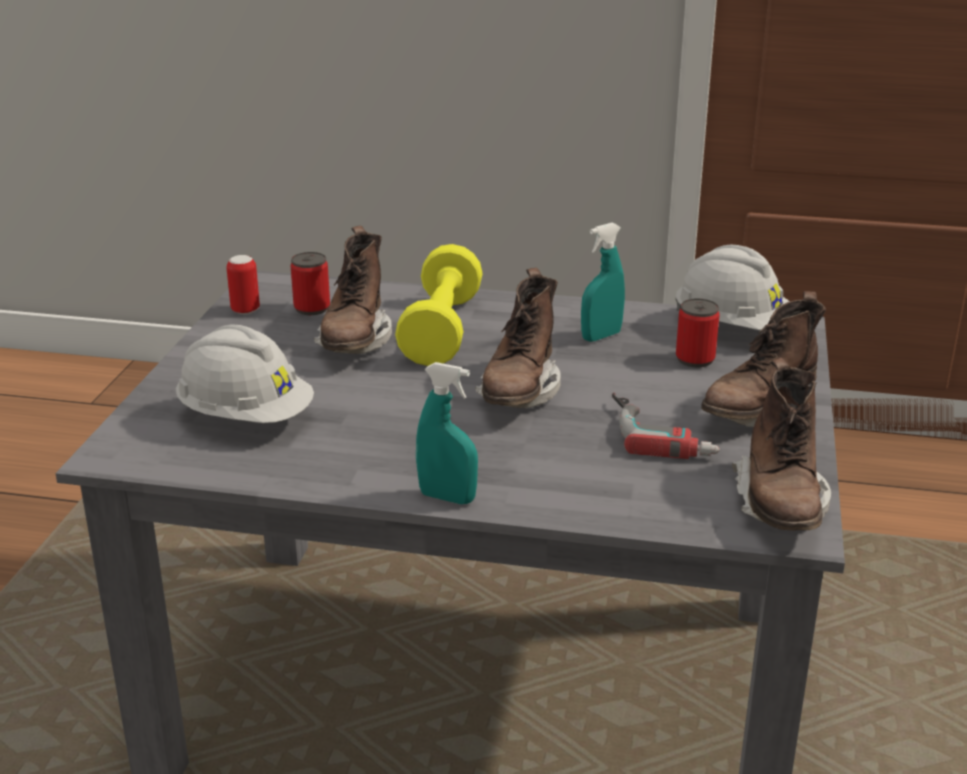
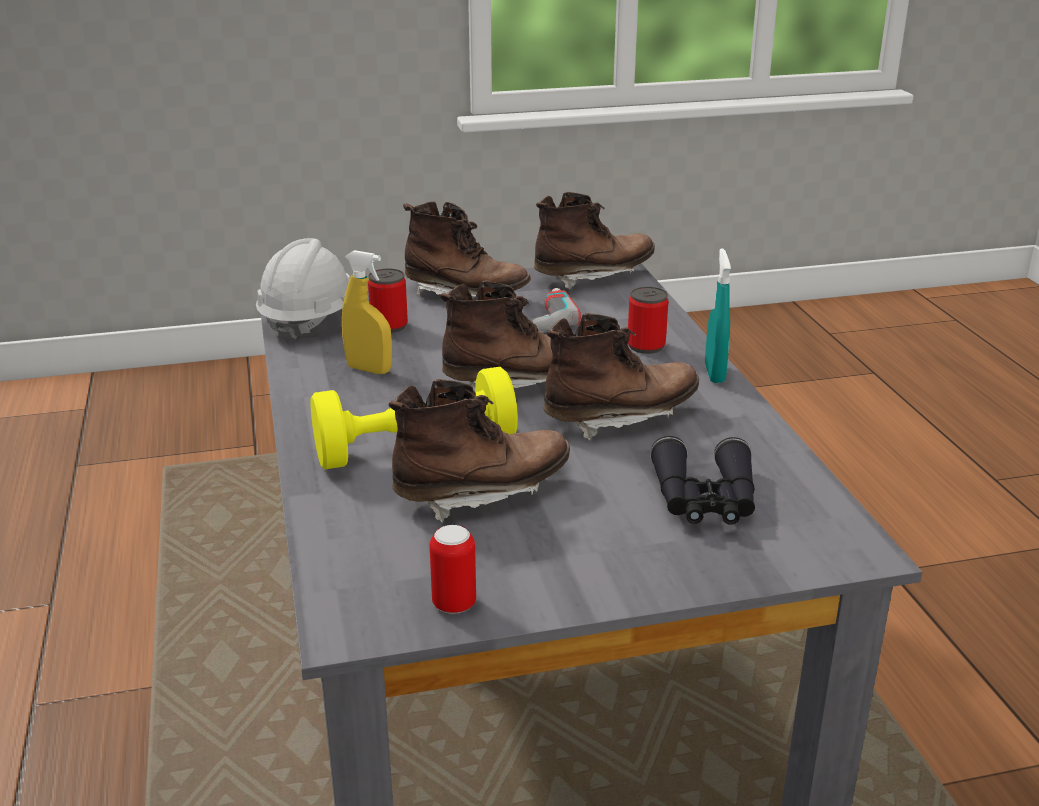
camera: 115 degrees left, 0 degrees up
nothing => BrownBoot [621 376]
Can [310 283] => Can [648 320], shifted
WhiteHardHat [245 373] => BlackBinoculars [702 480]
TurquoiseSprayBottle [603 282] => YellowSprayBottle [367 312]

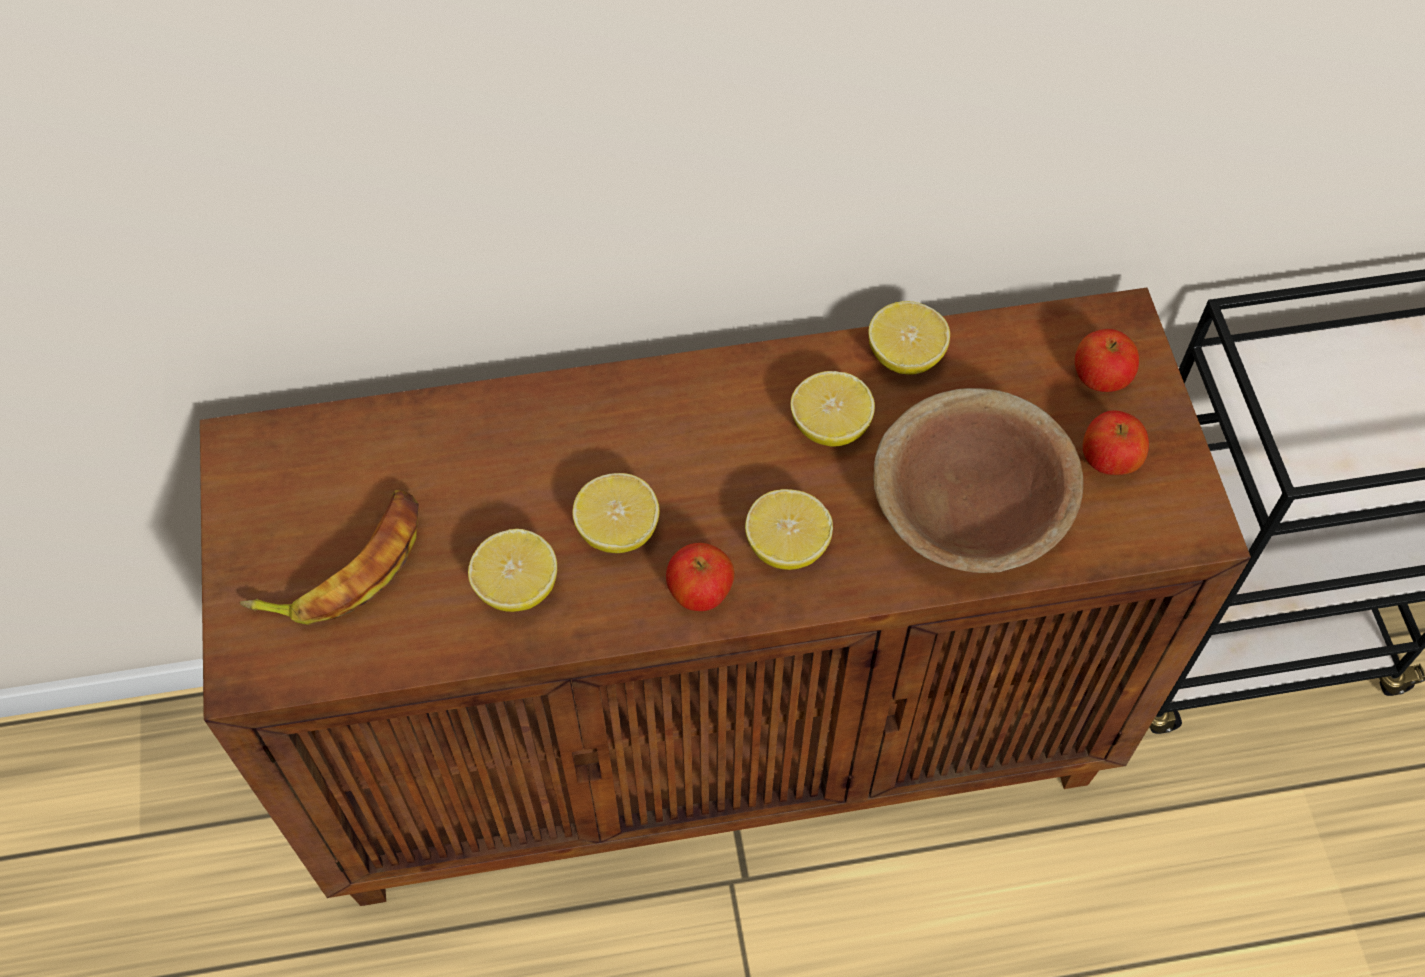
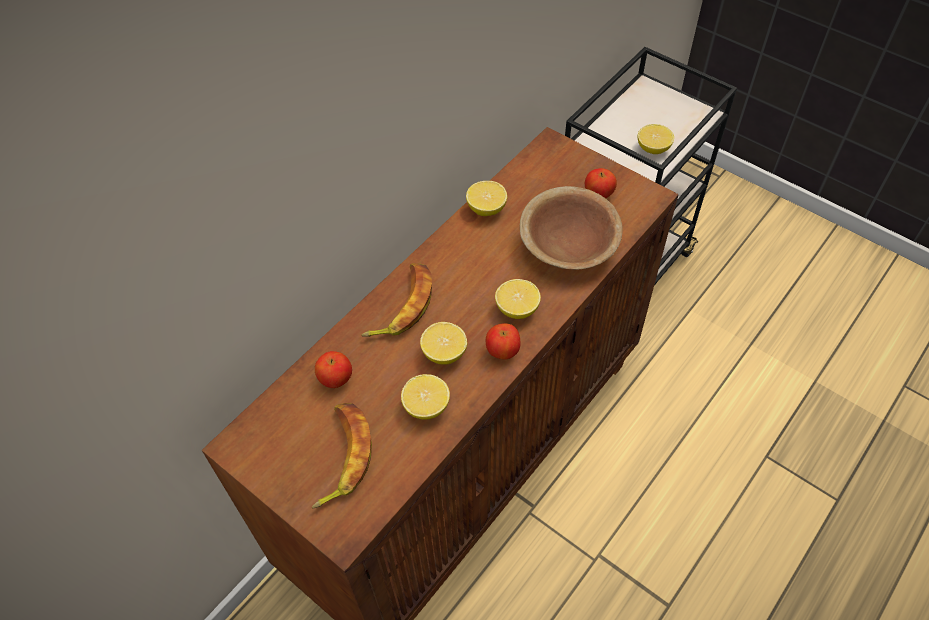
camera: 40 degrees left, 5 degrees down
nothing => Banana [396 300]
Lemon [833 409] => Lemon [656 139], shifted
Apple [1107 360] => Apple [333 369], shifted

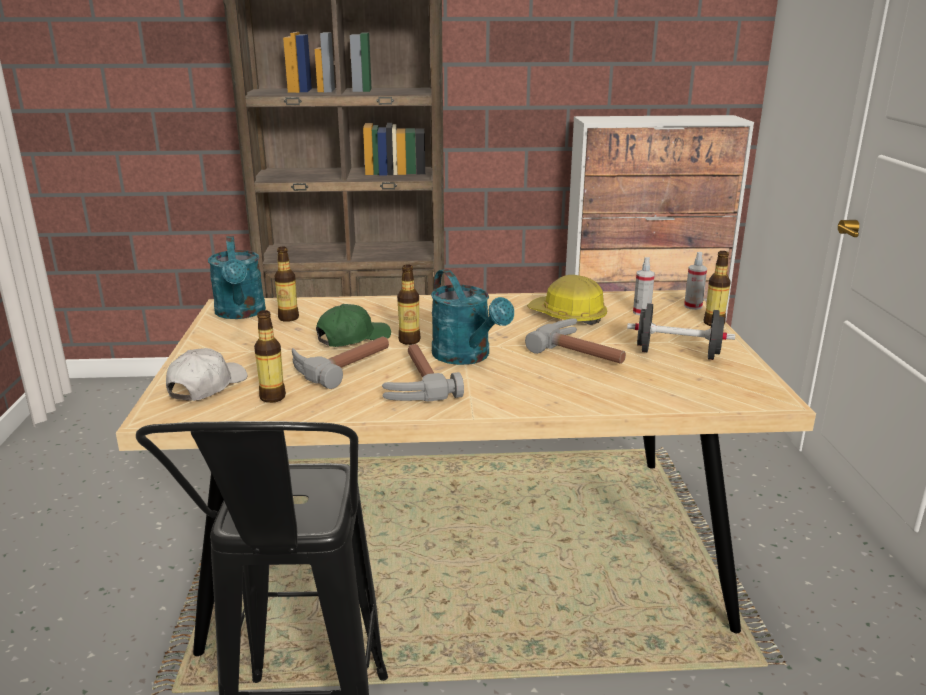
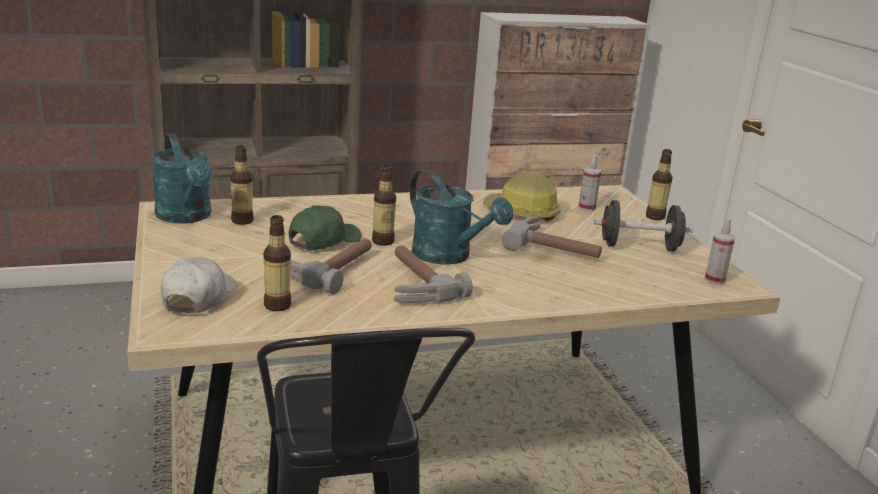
camera: 15 degrees left, 0 degrees up
SprayBottle [695 281] => SprayBottle [719 251], shifted

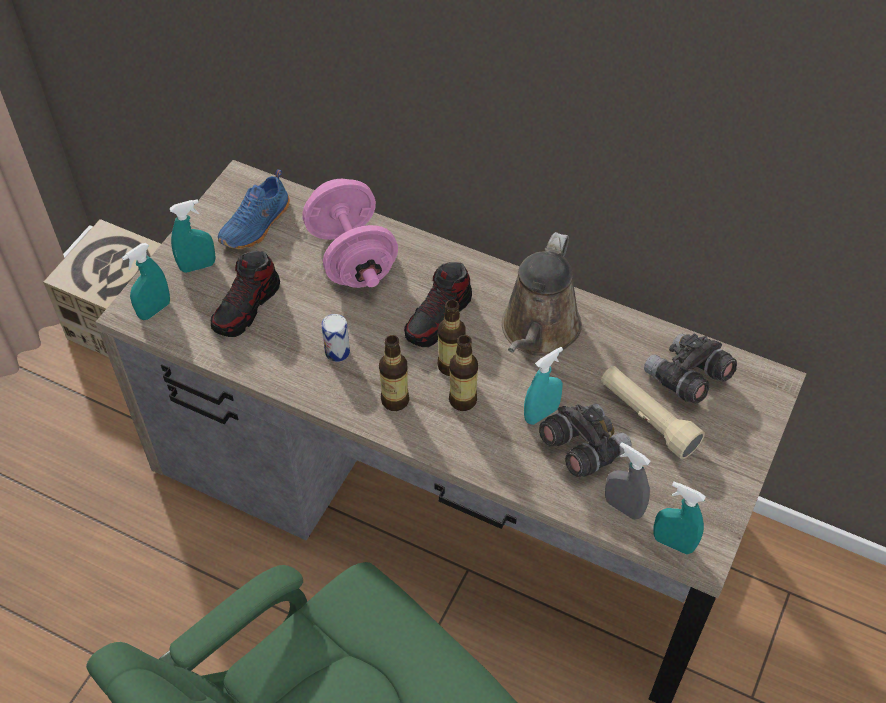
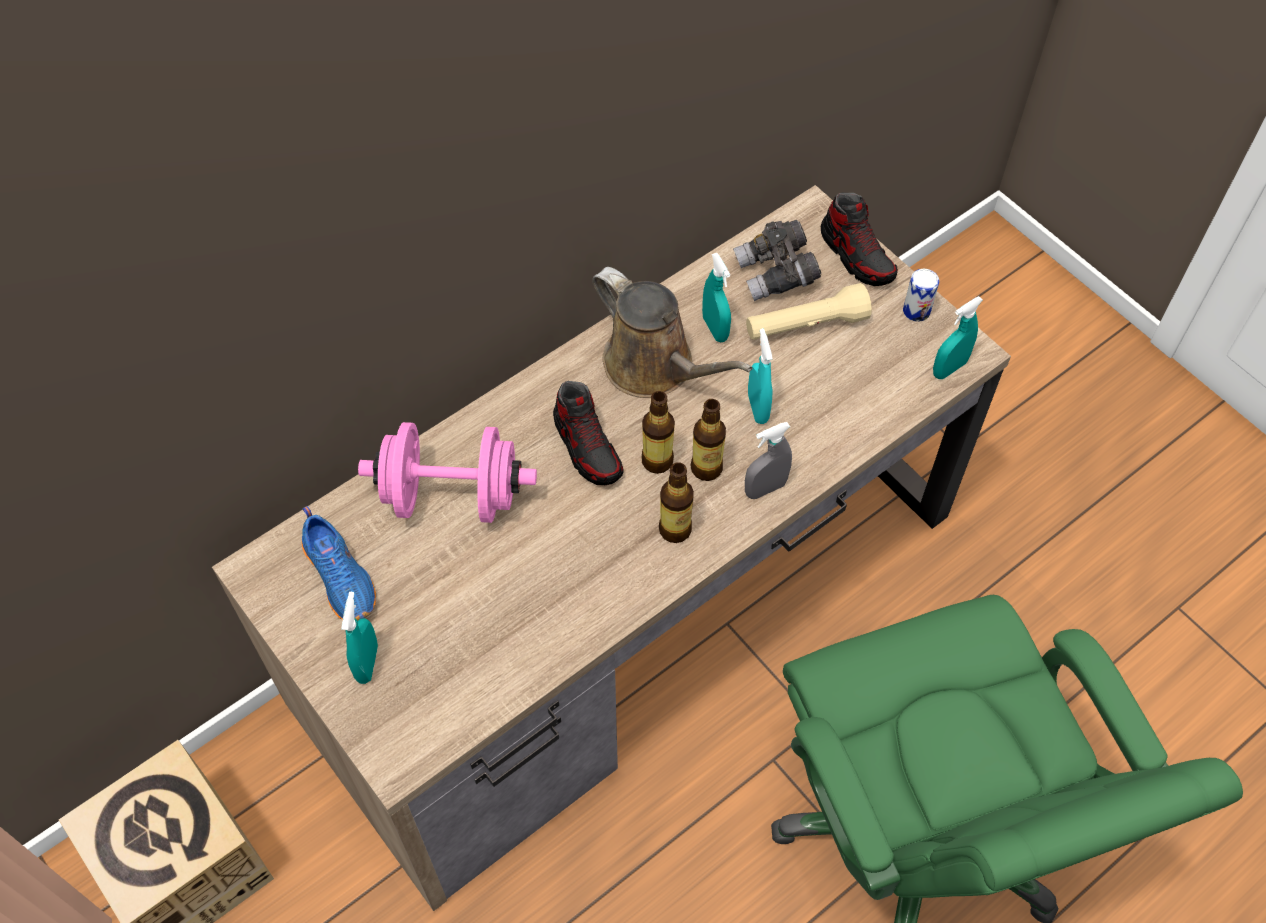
camera: 65 degrees left, 5 degrees up
GreyBinoculars [585 440] => nothing
TurquoiseSprayBottle [146 281] => TurquoiseSprayBottle [716 297], shifted
Shoe [245 294] => Shoe [859 239], shifted
Can [335 338] => Can [921 295], shifted
GreySprayBottle [628 481] => GreySprayBottle [768 460], shifted

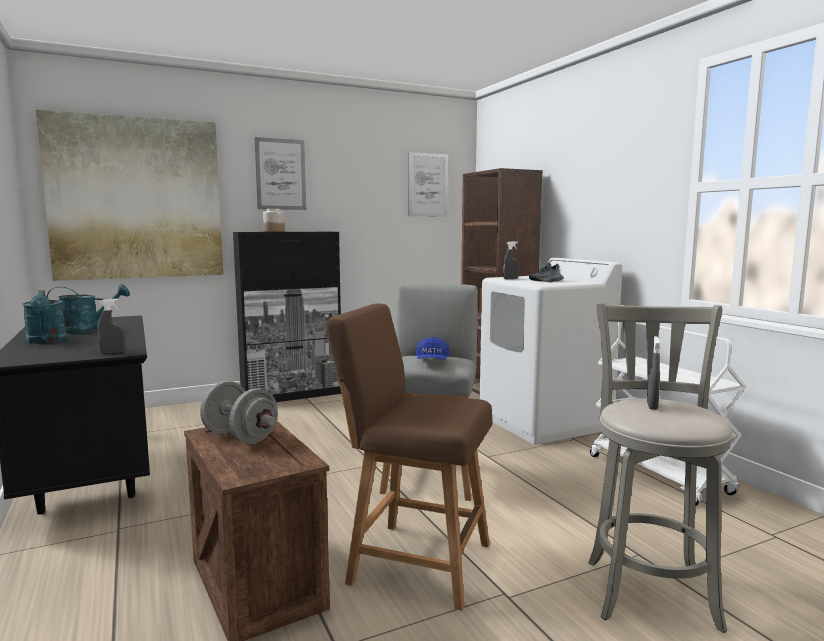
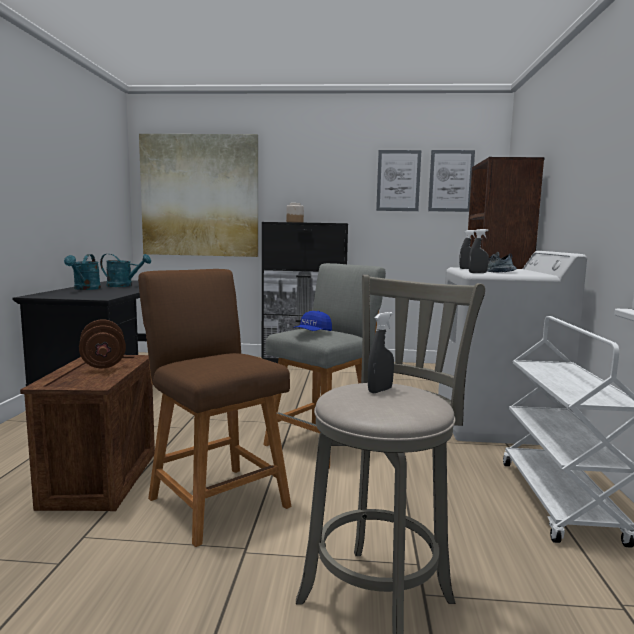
camera: 30 degrees right, 0 degrees up
GreySprayBottle [111 326] => GreySprayBottle [479 251], shifted
Picture [280 173] => Picture [398 180], shifted
GreyDumbbell [239 412] => BrownDumbbell [102 343]

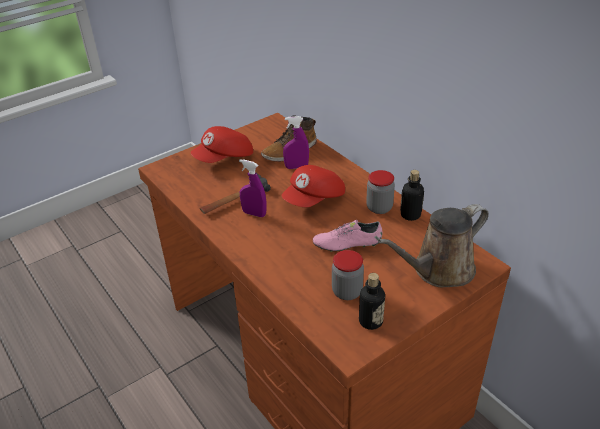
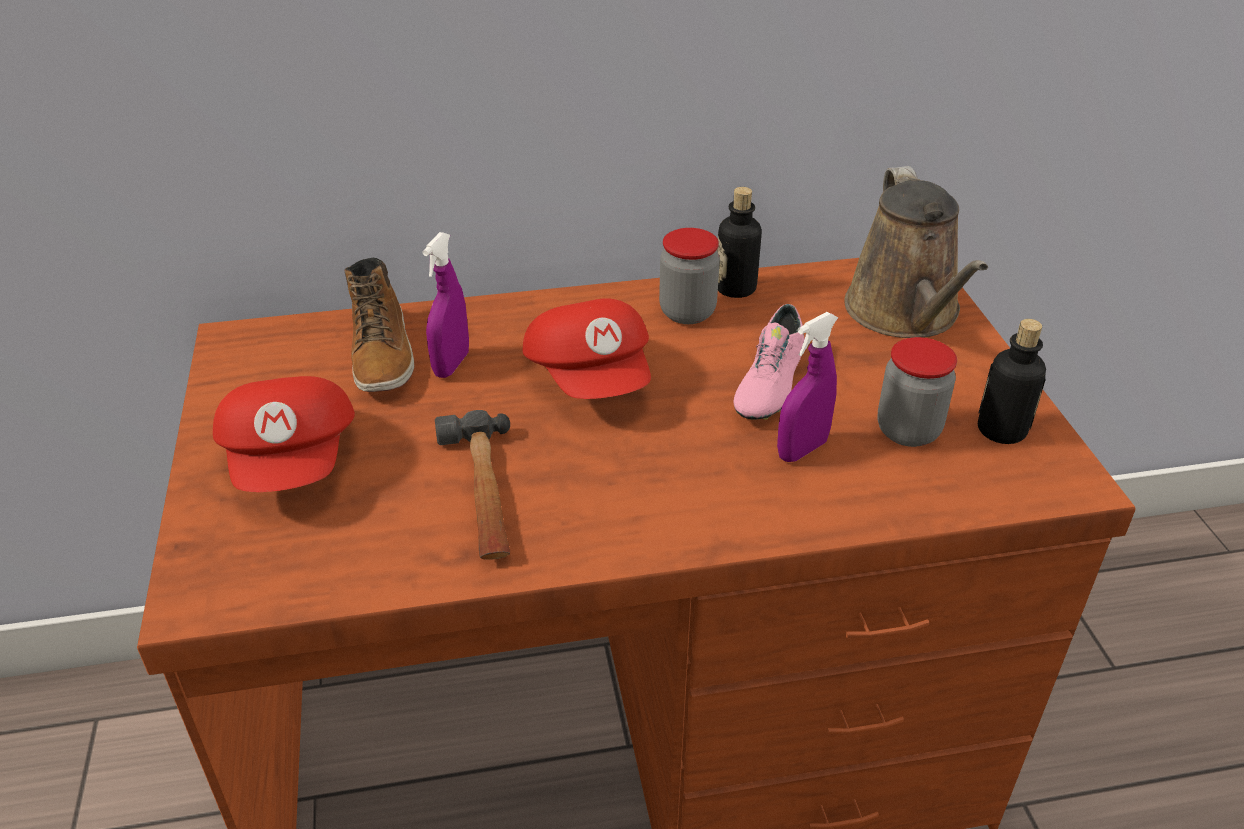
camera: 65 degrees left, 0 degrees up
PurpleSprayBottle [253 188] => PurpleSprayBottle [807 387], shifted

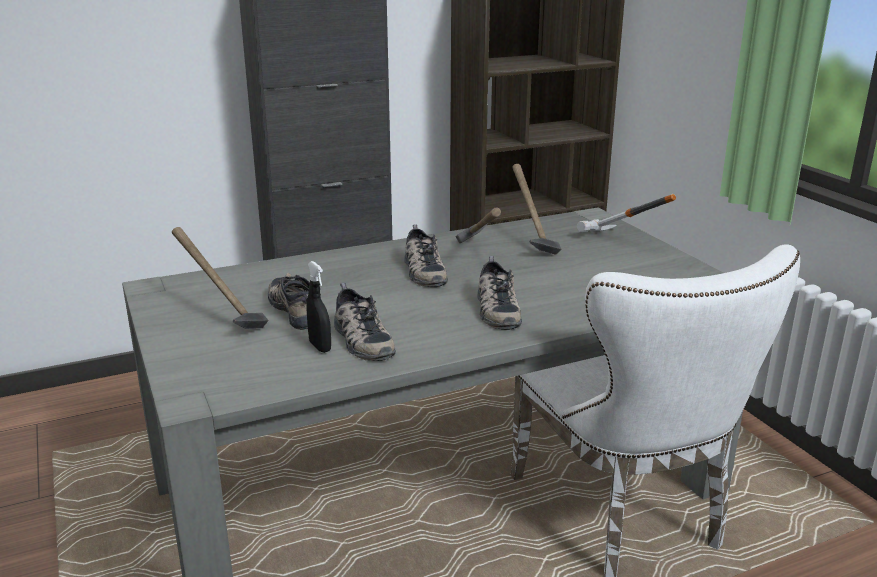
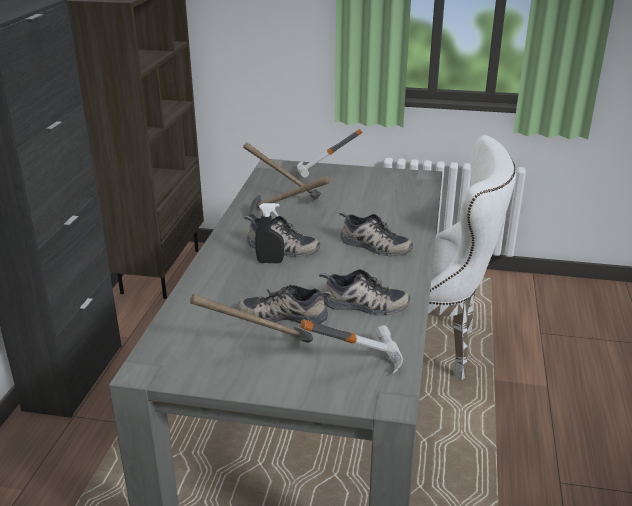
camera: 55 degrees left, 5 degrees up
nothing => Hammer [352 346]
BlackSprayBottle [319 307] => BlackSprayBottle [269 233], shifted

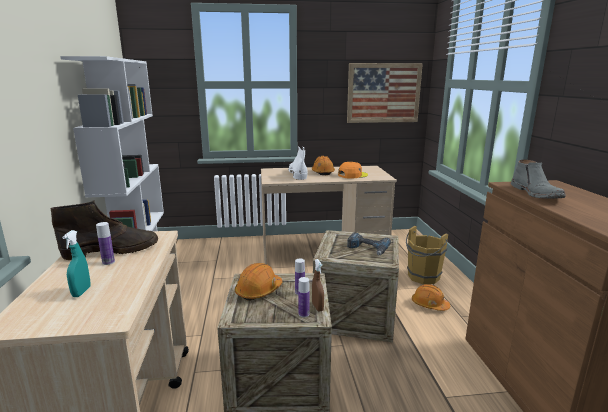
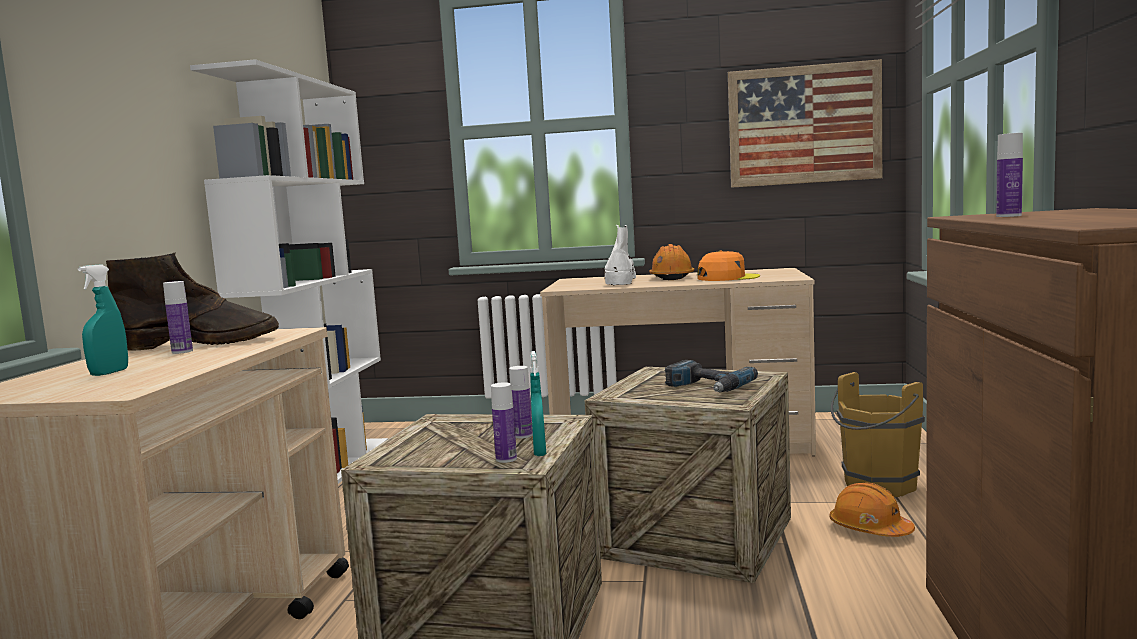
camera: 15 degrees right, 10 degrees down
OrangeHardHat [258 282] => nothing
GreyBoot [538 179] => Bottle [1009 175]
BrownSprayBottle [318 285] => TurquoiseSprayBottle [538 403]

